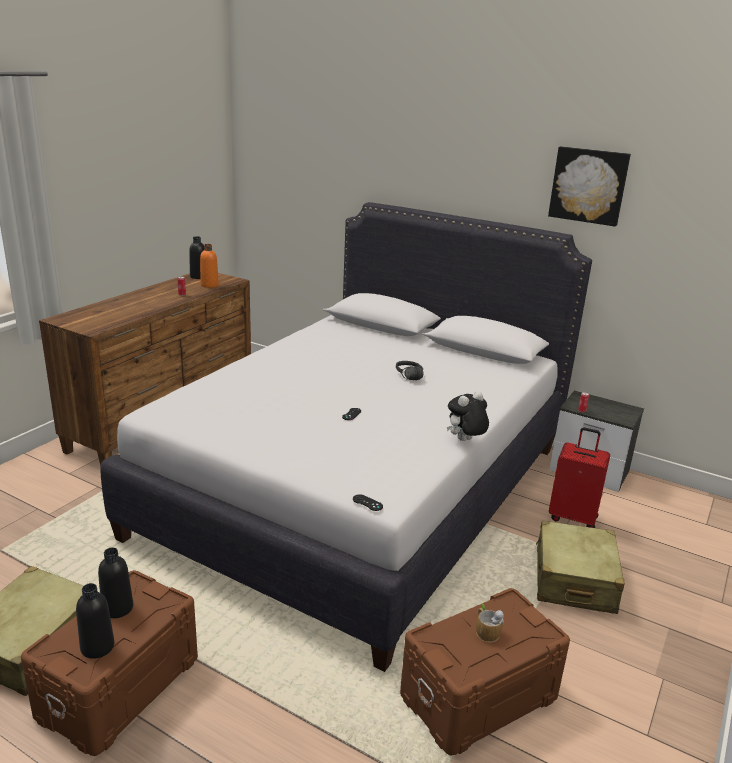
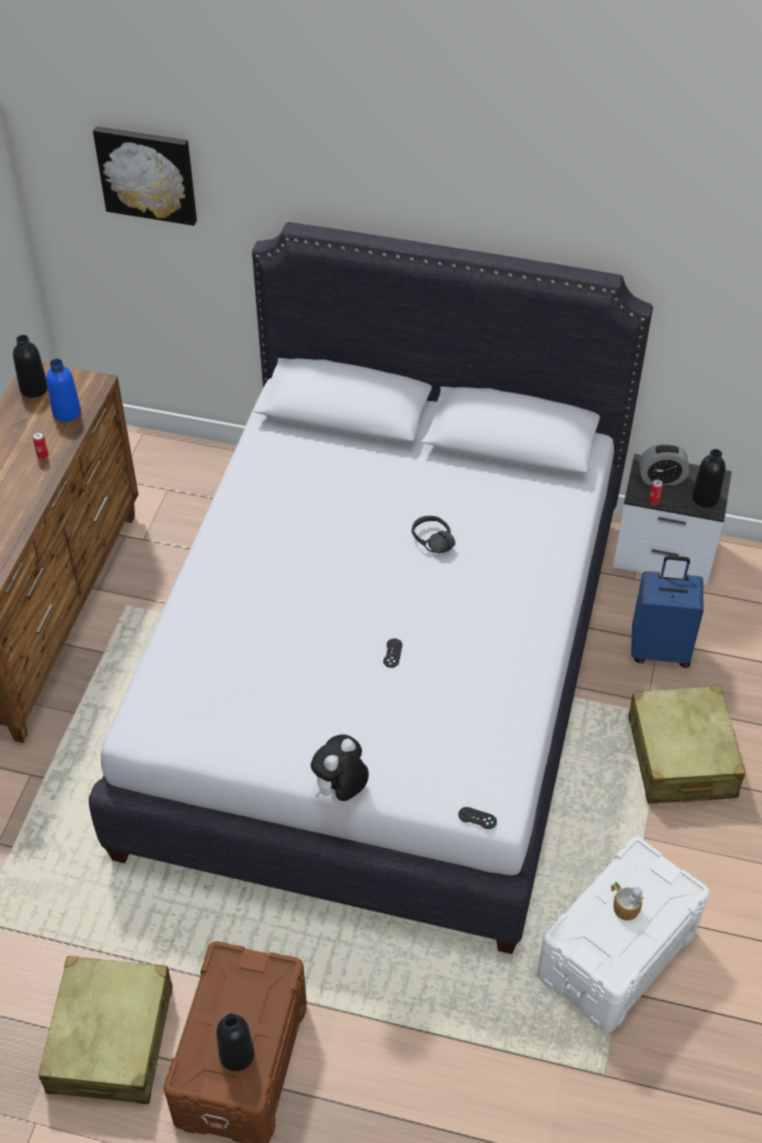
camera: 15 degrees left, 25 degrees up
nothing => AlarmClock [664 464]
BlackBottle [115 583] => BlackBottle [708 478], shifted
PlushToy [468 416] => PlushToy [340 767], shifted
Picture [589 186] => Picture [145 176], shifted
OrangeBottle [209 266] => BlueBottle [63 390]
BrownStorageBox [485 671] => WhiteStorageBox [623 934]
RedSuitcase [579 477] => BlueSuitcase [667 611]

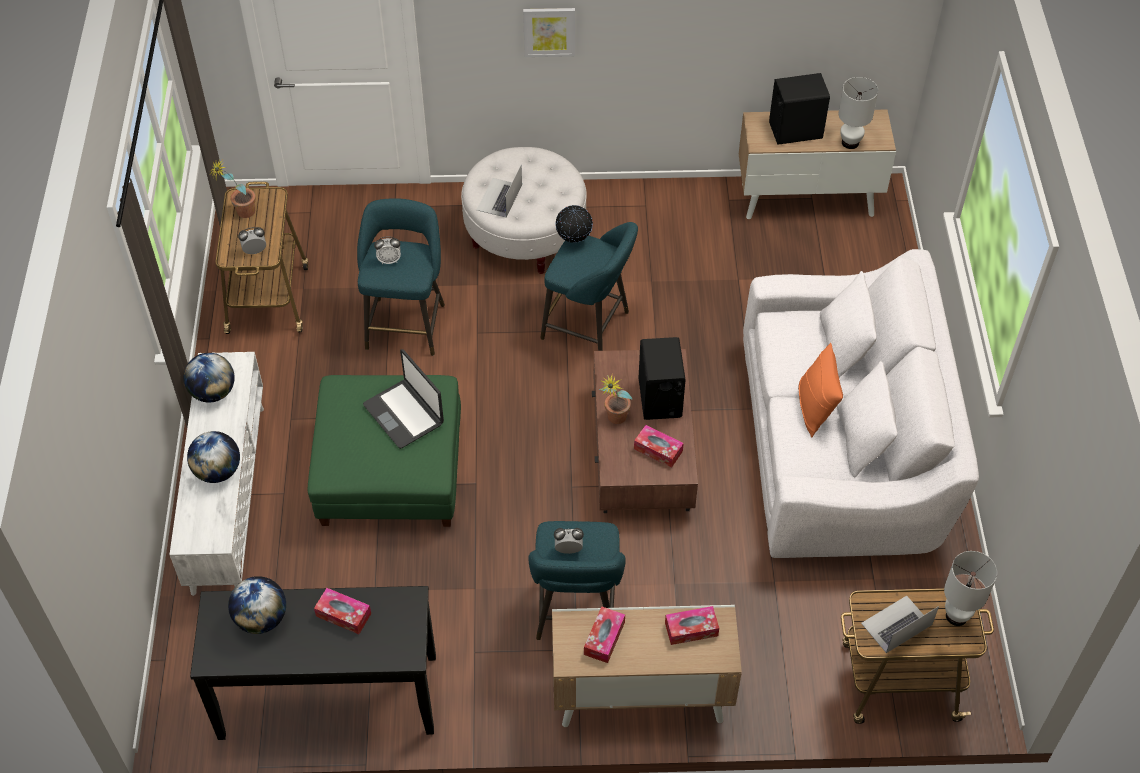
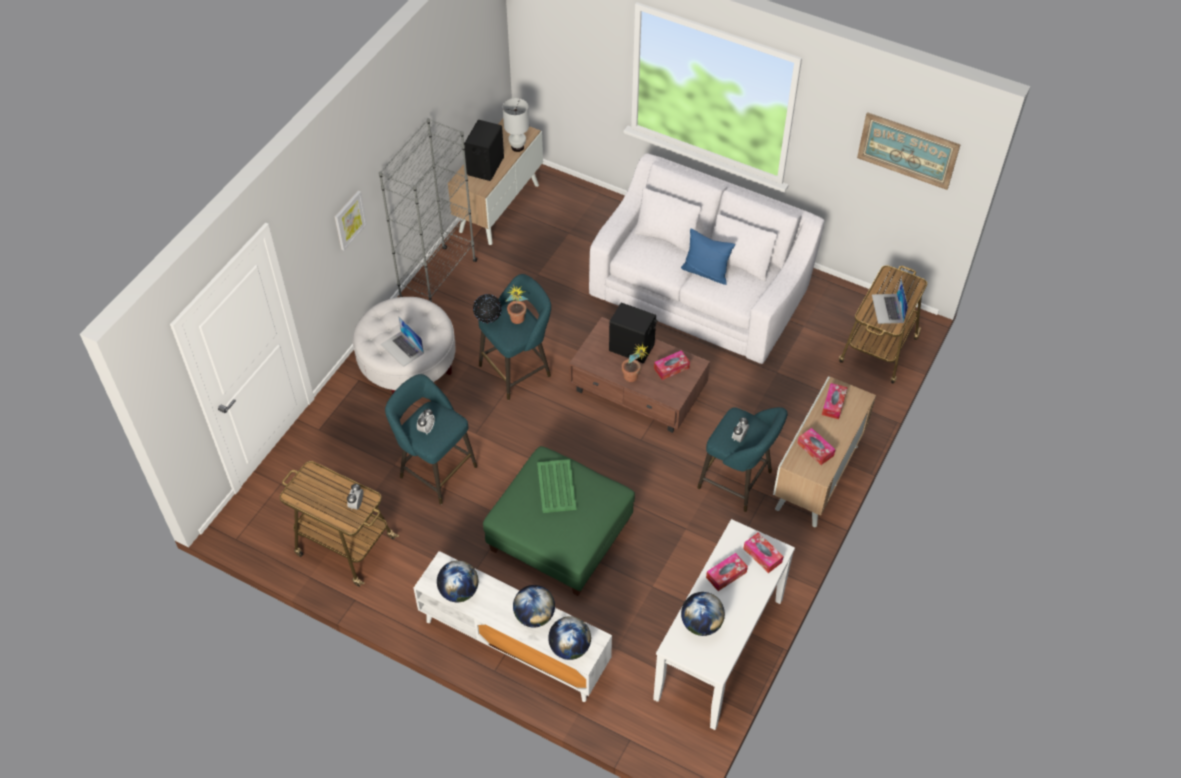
camera: 60 degrees left, 0 degrees up
WhiteTableLamp [970 588] => nothing
nothing => GreyBookcase [428 210]
nothing => Globe [569 638]
nothing => TissueBox [763 552]
nothing => Picture [909 151]
PottedPlant [232 188] => PottedPlant [517 304], shifted
Laptop [403 399] => GreenTray [556 486]
BlackConsoleTable [313 663] => WhiteConsoleTable [724 624]
OrangePillow [820 390] => BluePillow [708 257]

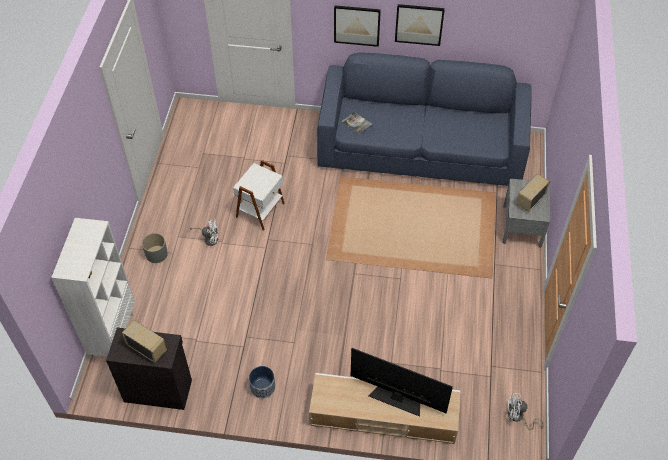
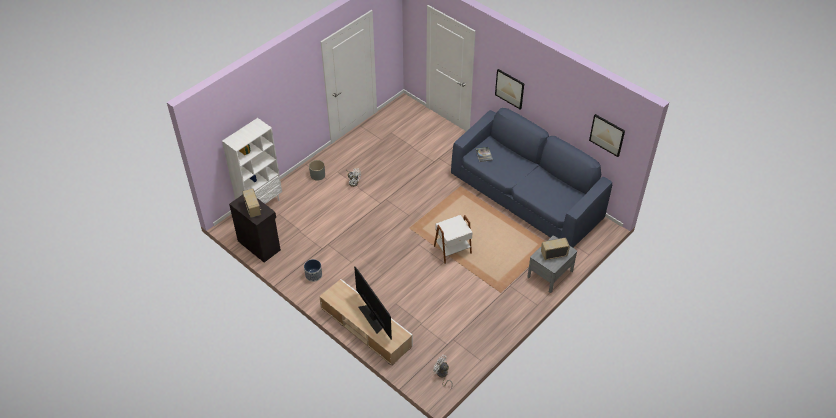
camera: 35 degrees right, 5 degrees down
WhiteSideTable [259 195] => WhiteSideTable [453 239], shifted
Picture [420 25] => Picture [607 135], shifted

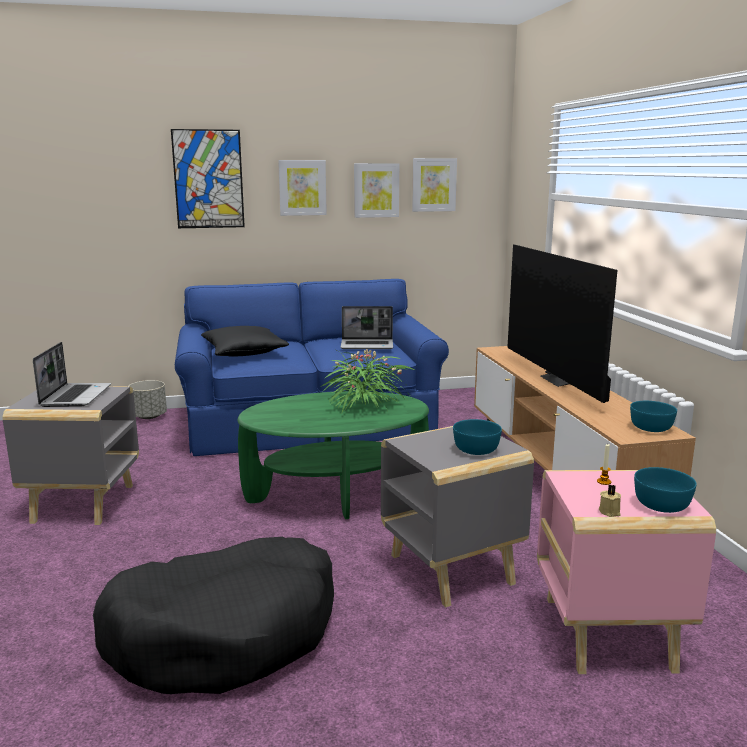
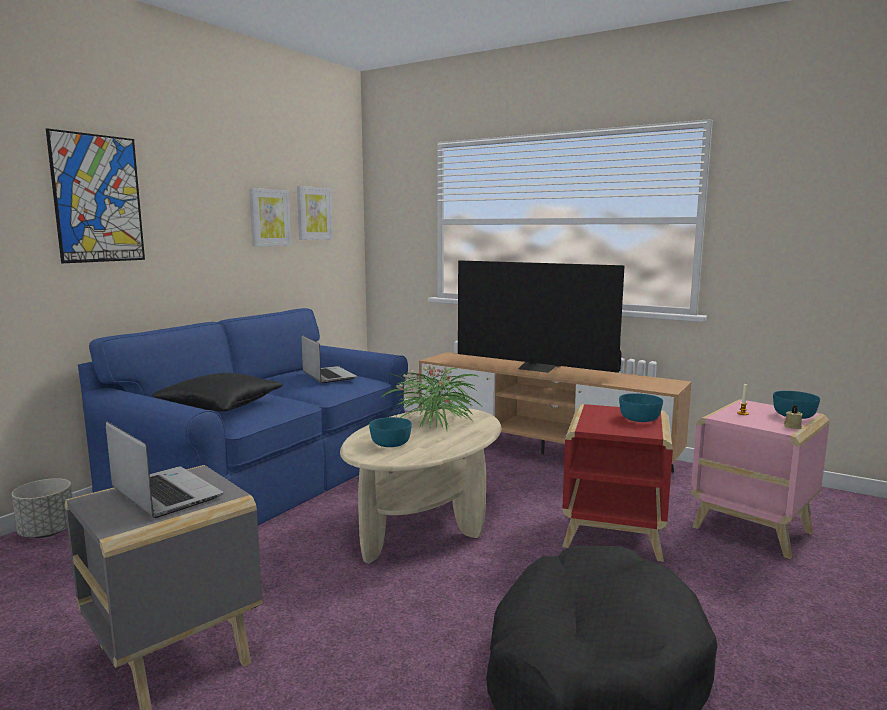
camera: 45 degrees left, 5 degrees down
Picture [302 188] => nothing
TurquoiseBowl [653 416] => TurquoiseBowl [390 432], shifted
GreenCoffeeTable [333 455] => BeigeCoffeeTable [420 485]
GreySideTable [457 516] => RedSideTable [617 483]
Laptop [366 327] => Laptop [329 359], 75 degrees counterclockwise

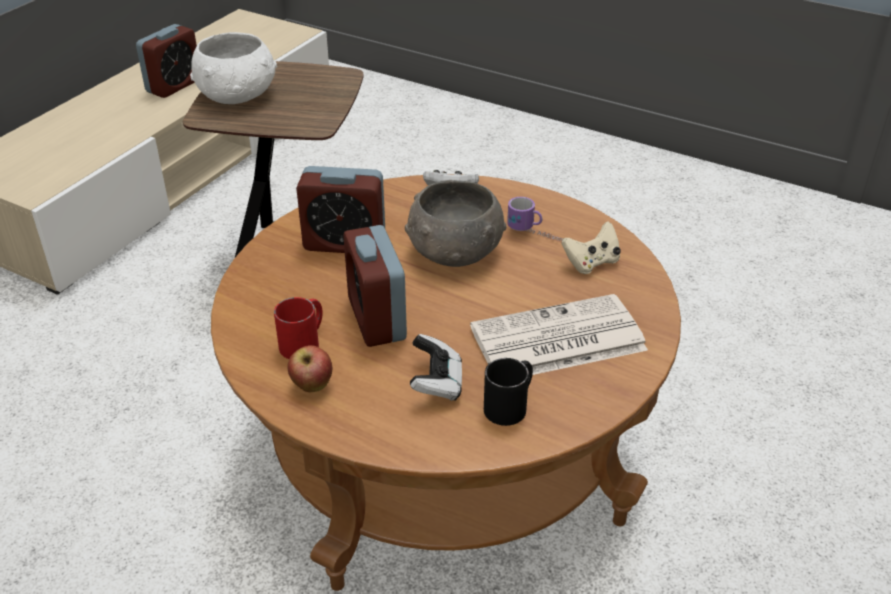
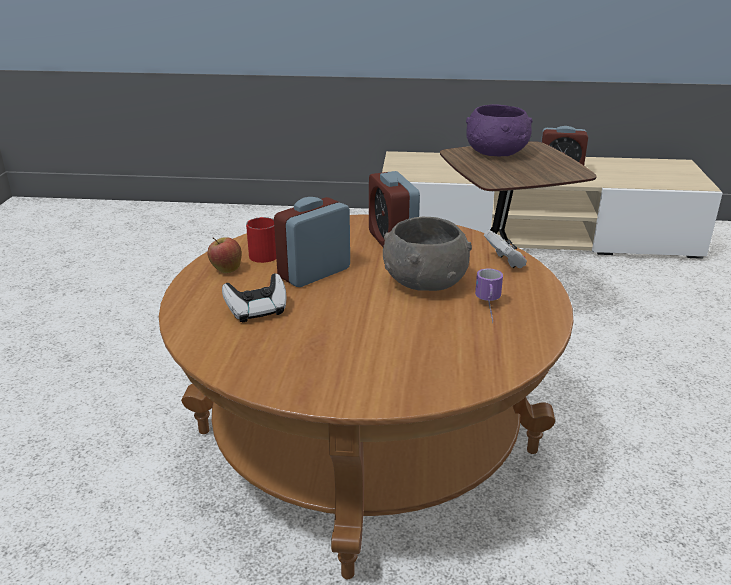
camera: 65 degrees right, 10 degrees down
Newspaper [559 334] => nothing
BlackMug [508 392] => nothing
BeigeGameController [591 247] => nothing
WhiteBowl [233 68] => PurpleBowl [499 130]

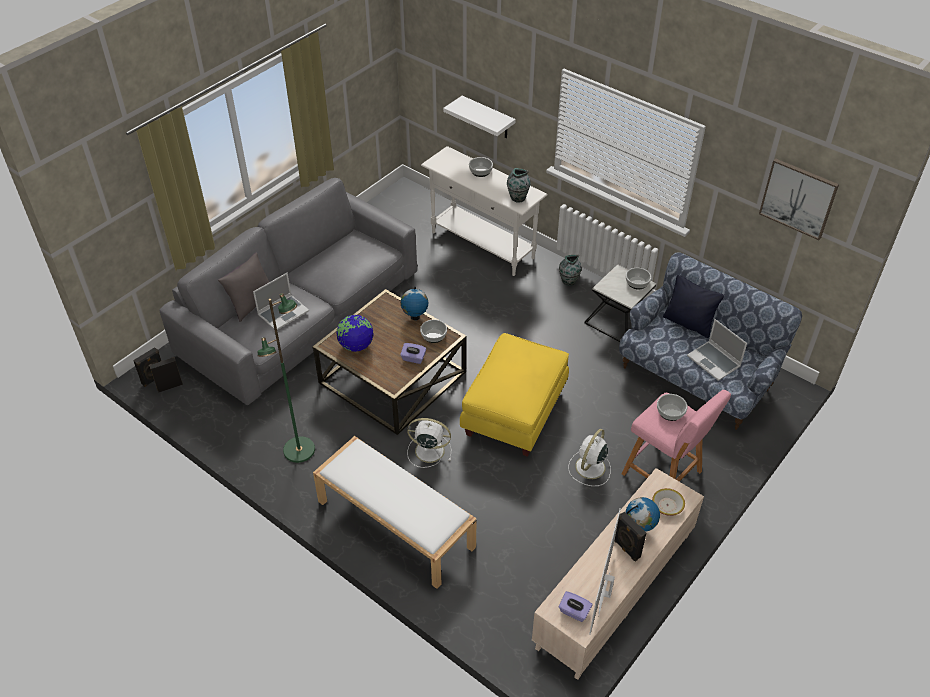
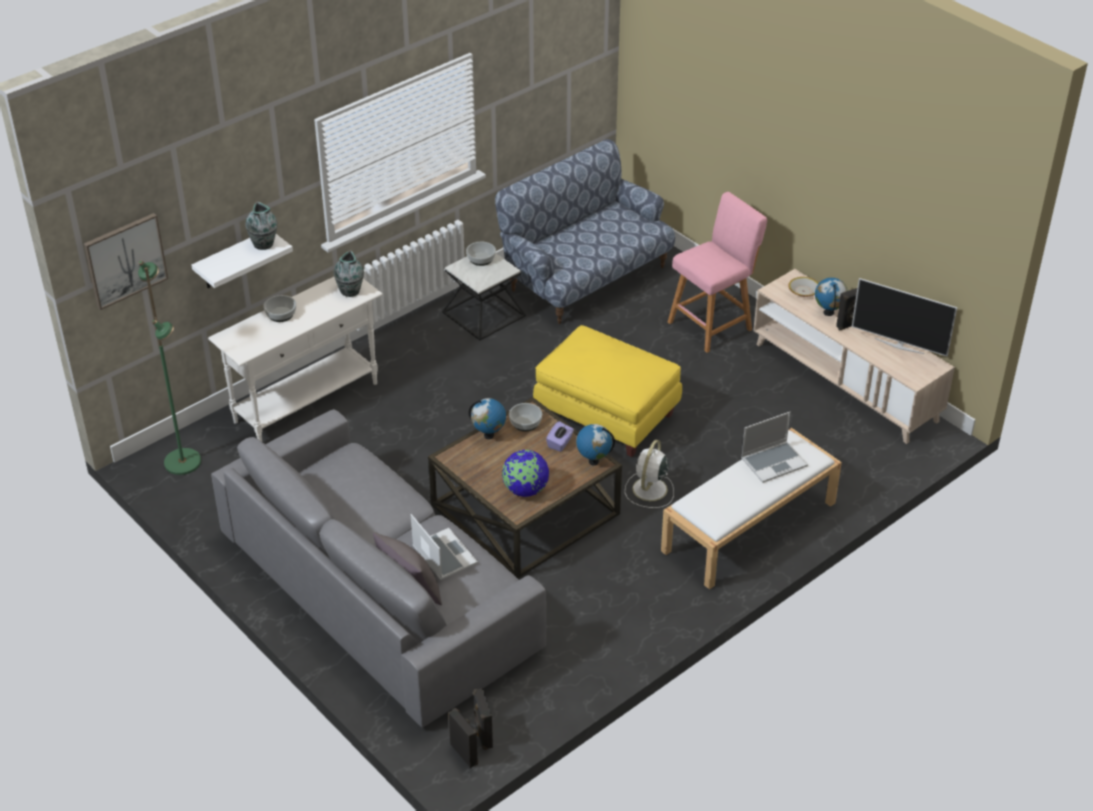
camera: 80 degrees left, 5 degrees down
PurpleTissueBox [575 606] => nothing
WhiteFan [589 457] => nothing
Bowl [672 407] => nothing
BlackPillow [693 306] => nothing
nothing => Globe [595 444]
GreenFloorLamp [286 378] => GreenFloorLamp [169 367], shifted
Vase [570 270] => Vase [261 225], shifted
Laptop [717 350] => Laptop [774 447], shifted
Picture [799 199] => Picture [126 261], shifted

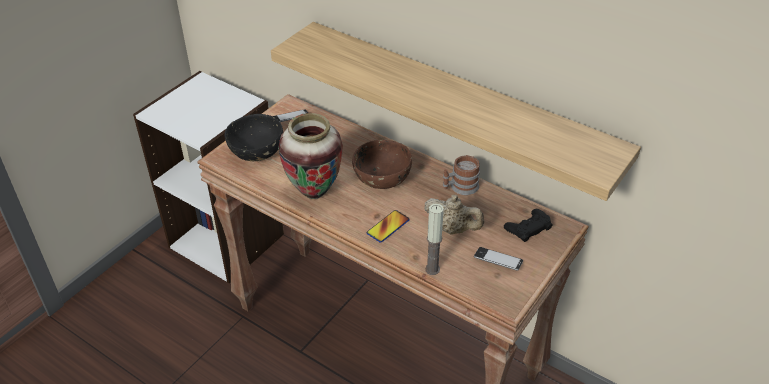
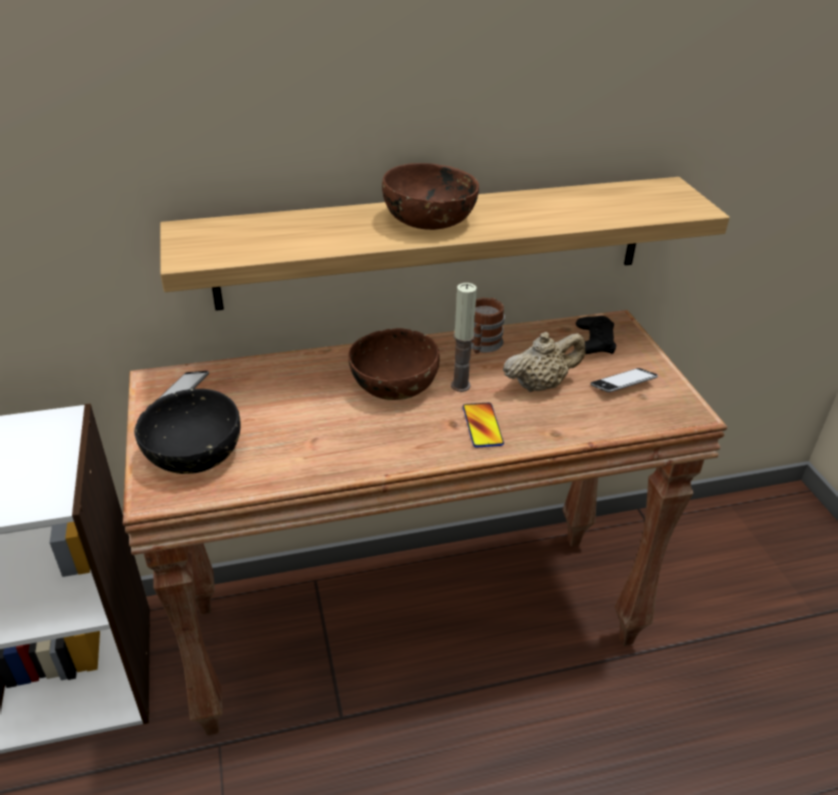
camera: 50 degrees left, 5 degrees down
Vase [310 156] => nothing
nothing => BrownBowl [430 196]
Candle [434 239] => Candle [464 337], shifted

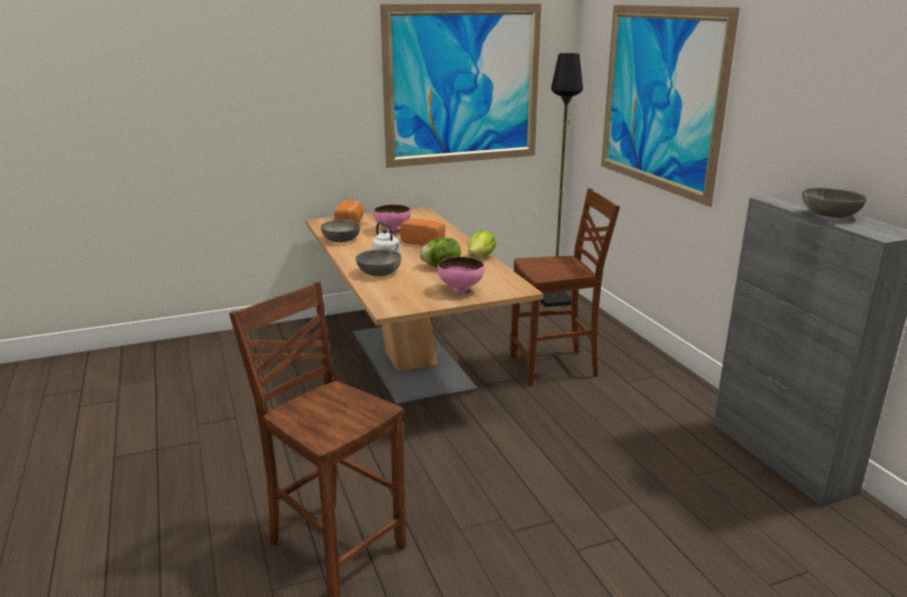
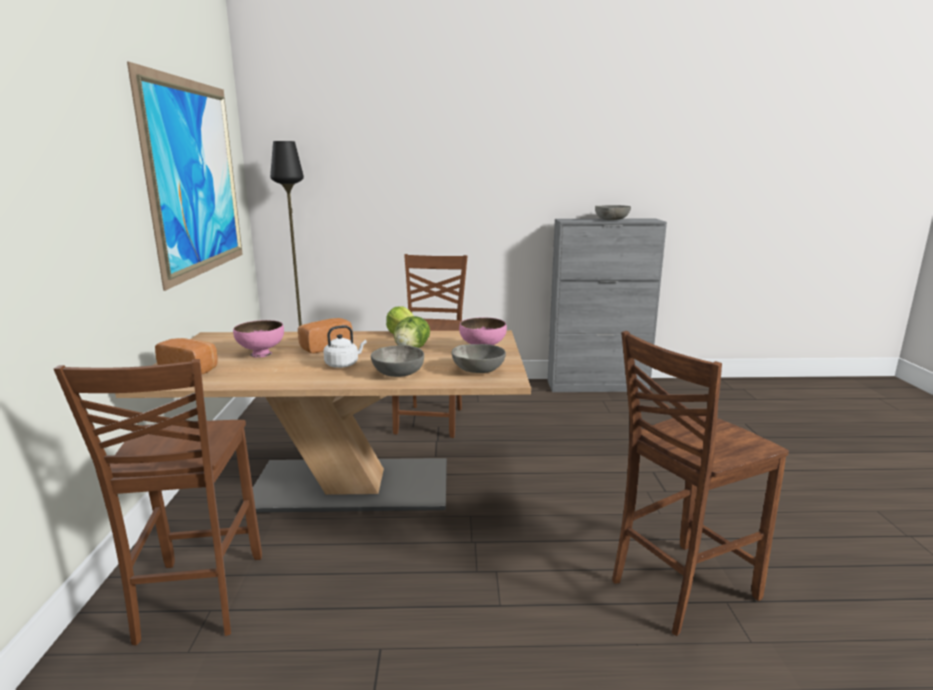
camera: 70 degrees left, 5 degrees down
Picture [670 106] => nothing
nothing => BrownChair [158 502]
GreyBowl [340 231] => GreyBowl [479 358], shifted

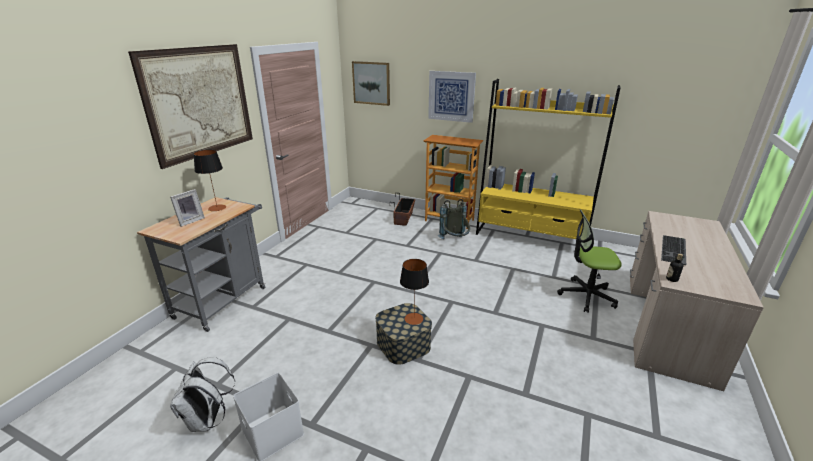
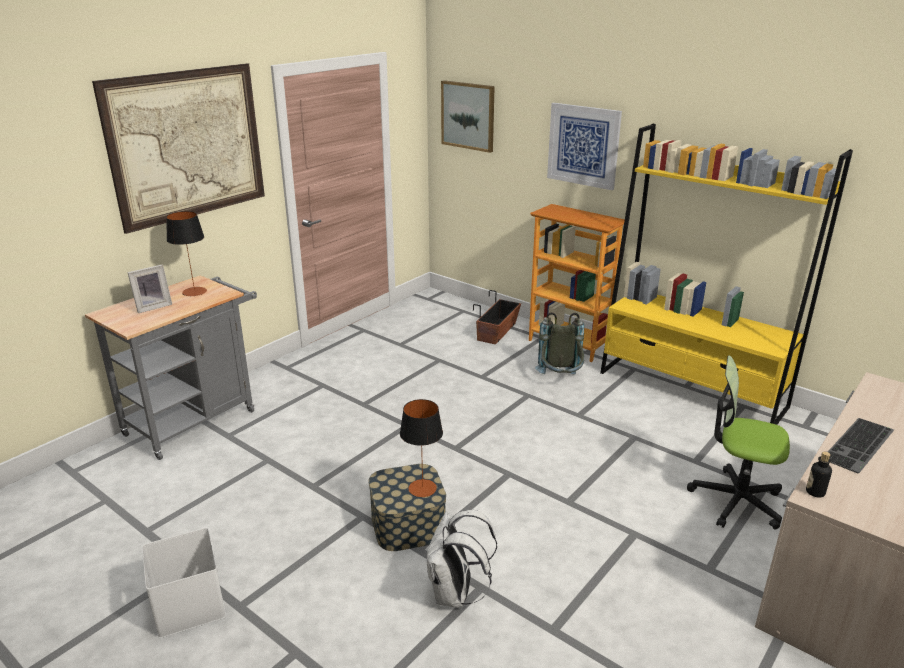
camera: 15 degrees right, 0 degrees up
WhiteBackpack [202 394] => WhiteBackpack [462 559], shifted

